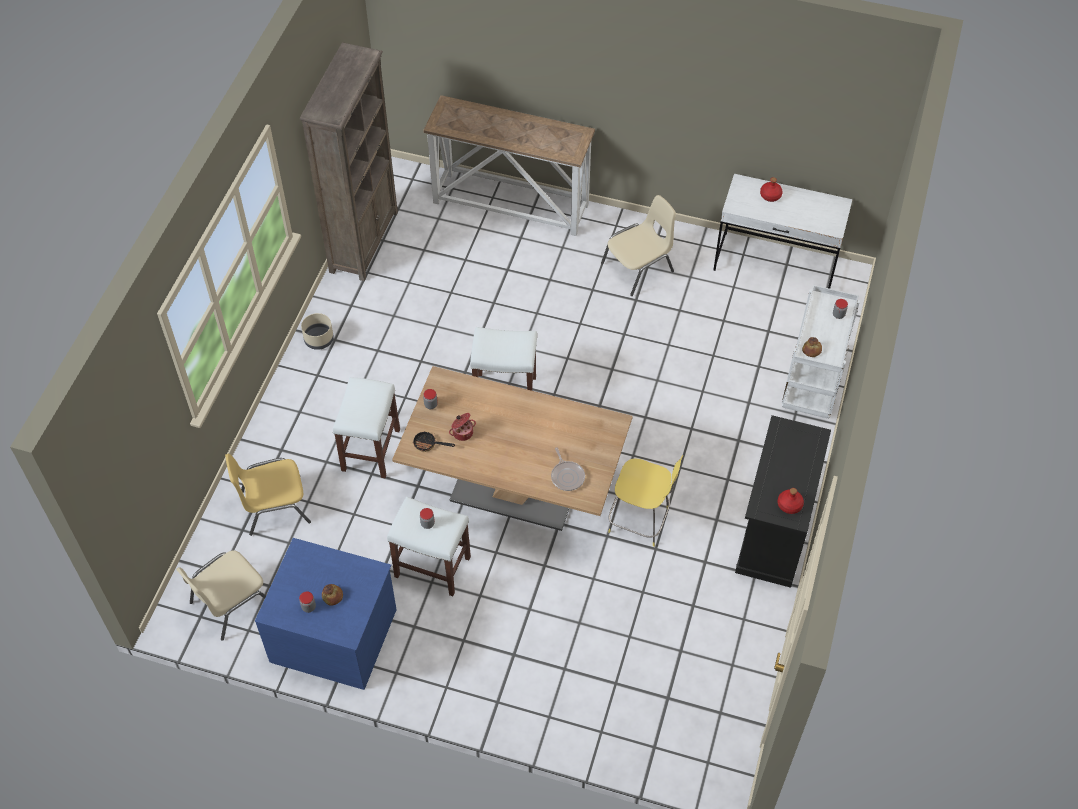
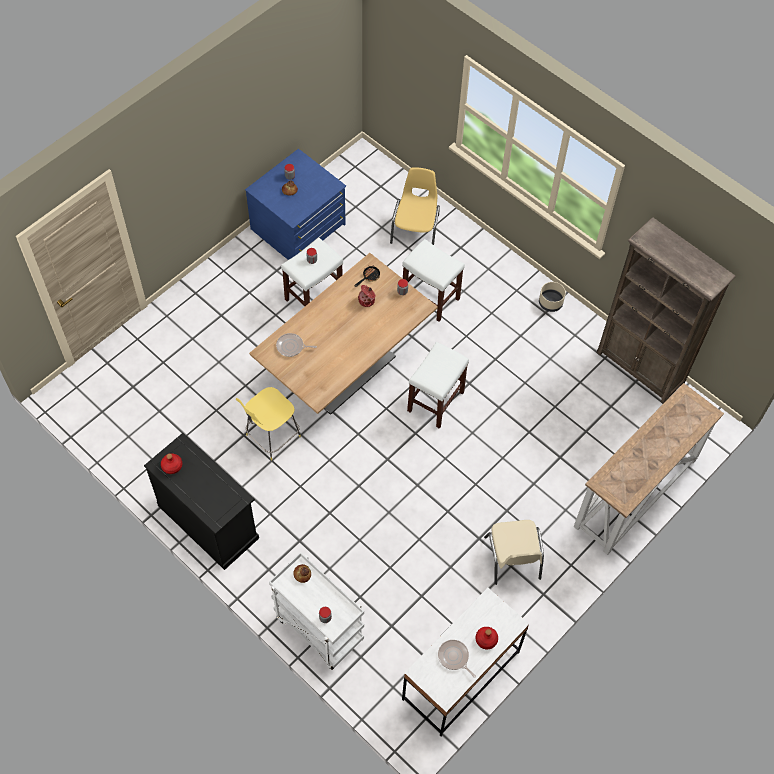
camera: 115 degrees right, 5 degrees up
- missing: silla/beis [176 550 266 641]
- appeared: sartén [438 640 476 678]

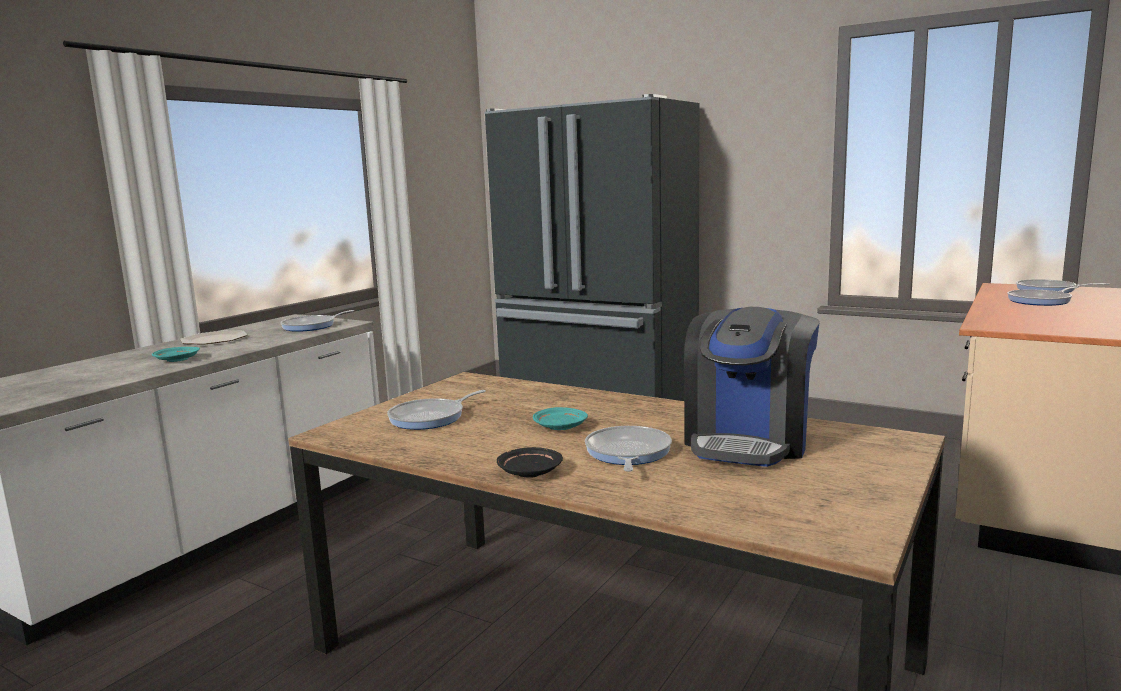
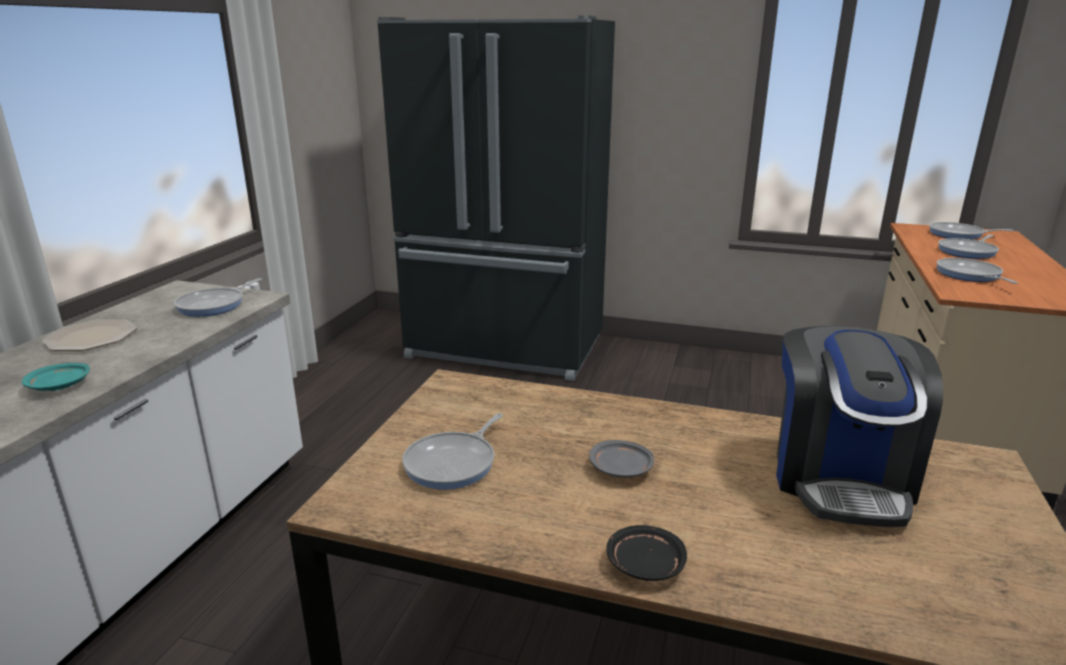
camera: 15 degrees left, 10 degrees up
- relocated: sartén [585 426 672 472] to [937 258 1018 284]
- colour: plato/turquesa [533 407 588 430] to plato/gris [589 440 654 477]

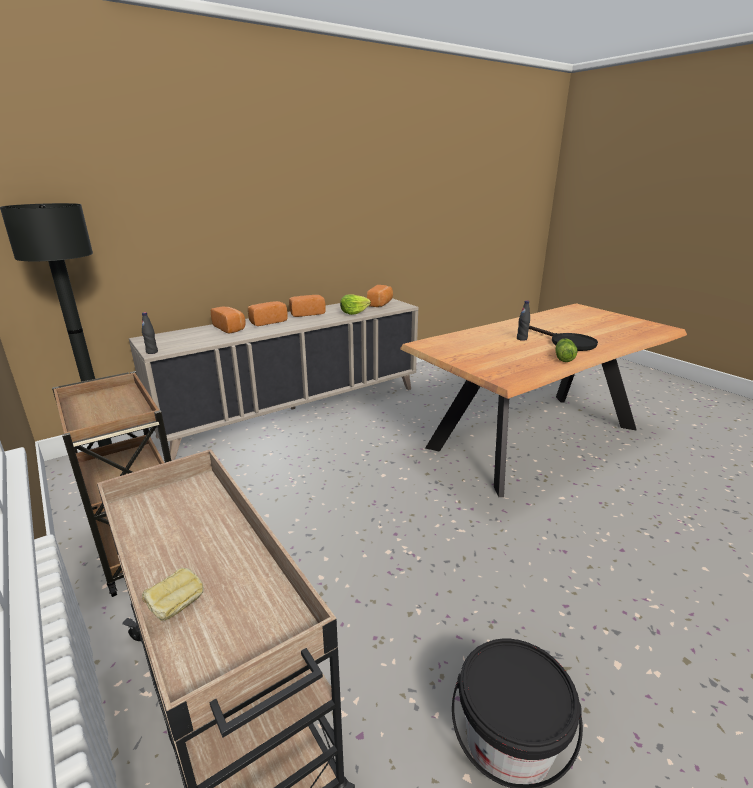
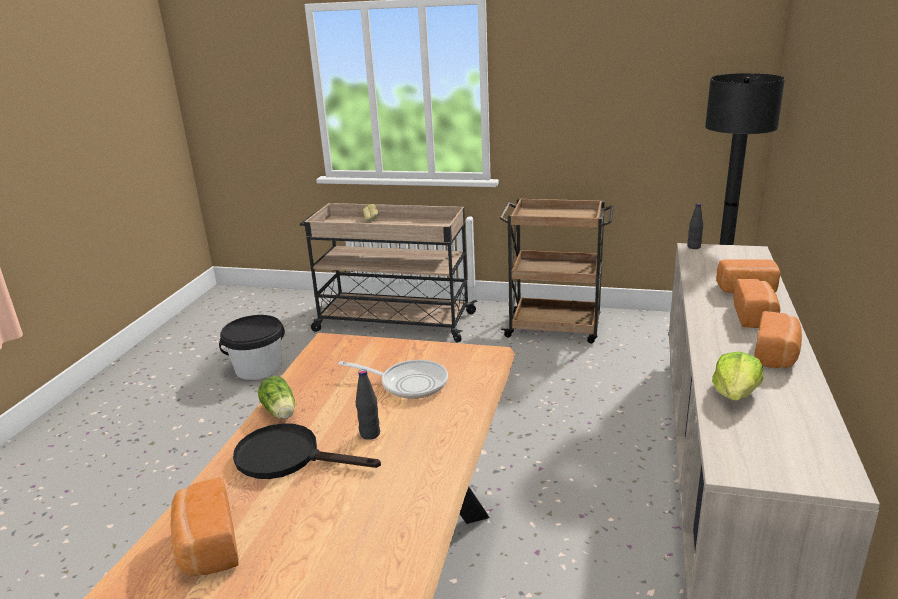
camera: 140 degrees right, 0 degrees up
- appeared: sartén [338 360 448 399]
- relocated: pan [367 285 393 307] to [171 477 239 576]

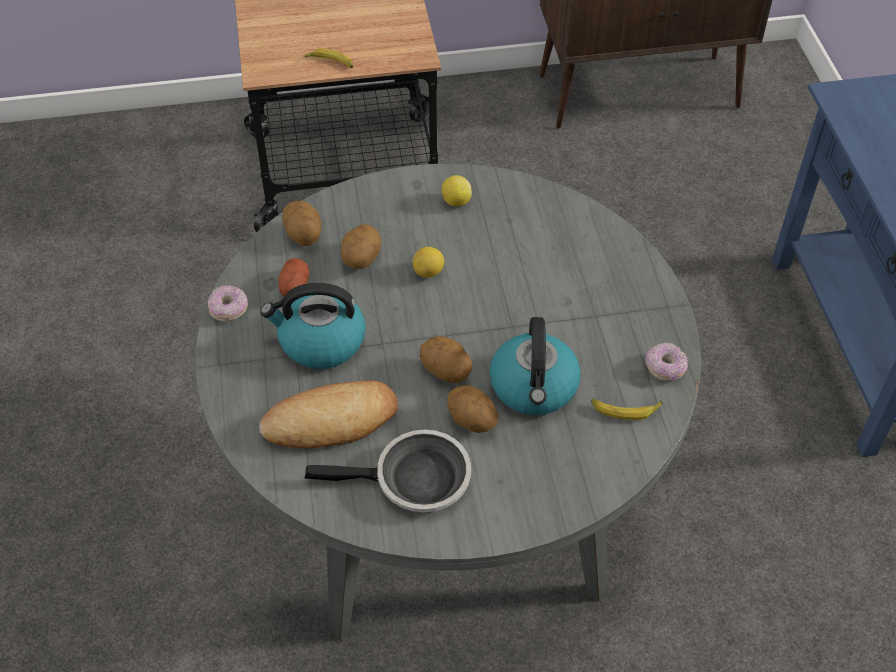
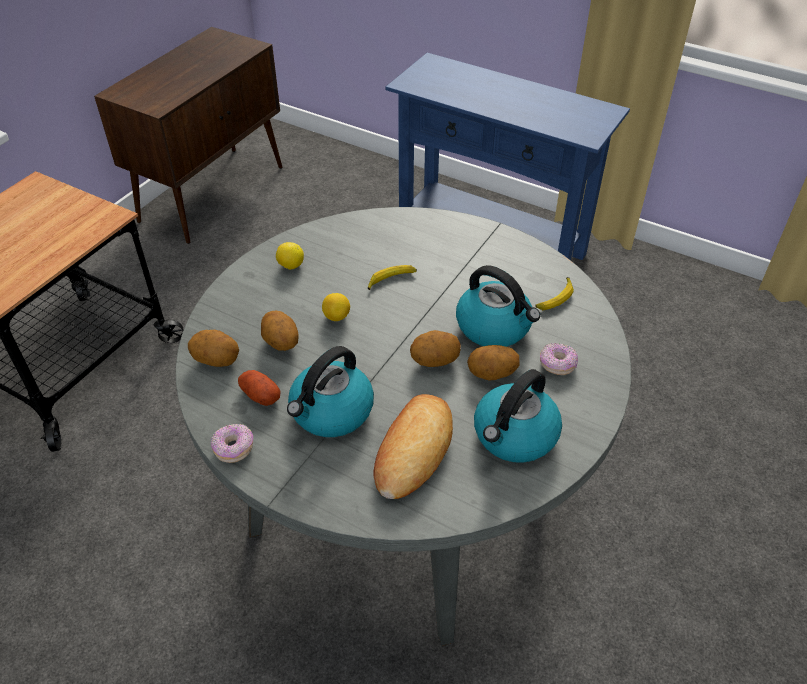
camera: 50 degrees left, 5 degrees down
- relocated: plátano [305 48 353 68] to [367 265 417 290]
- relocated: rosquilla [646 342 688 381] to [540 343 578 375]
- exchanged: sartén [305 429 471 512] to hervidor [474 369 562 463]

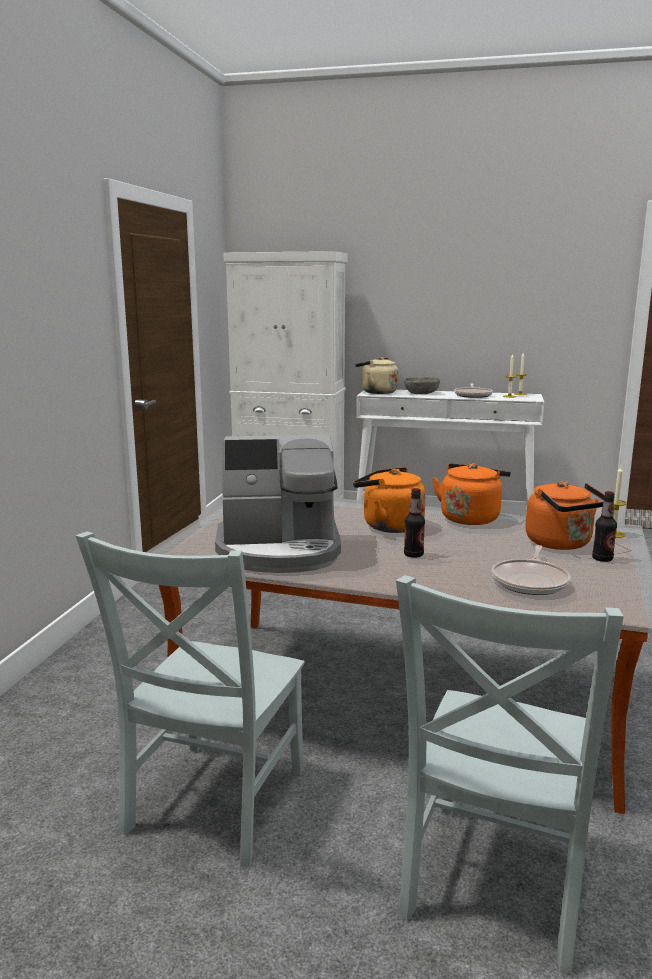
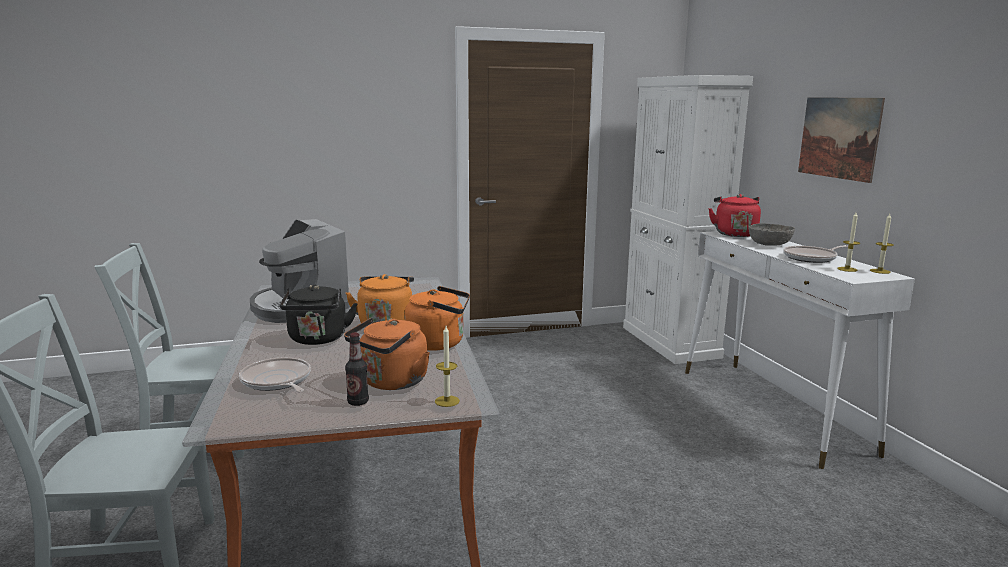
camera: 60 degrees right, 0 degrees up
- appeared: cuadro [798 97 885 183]
- exchanged: botella [404 488 425 558] to hervidor/negro [280 285 358 345]
- colour: hervidor/beis [355 357 399 394] to hervidor/rojo [708 194 761 237]
- spun: sartén [492 545 571 595] = [239 357 311 393] 60 degrees clockwise

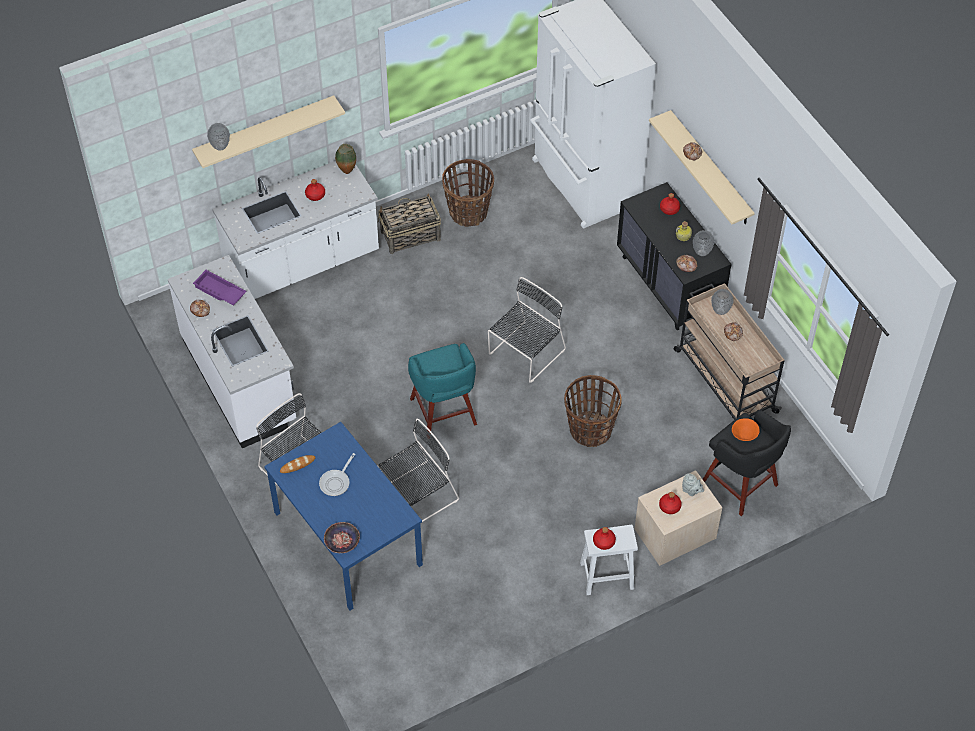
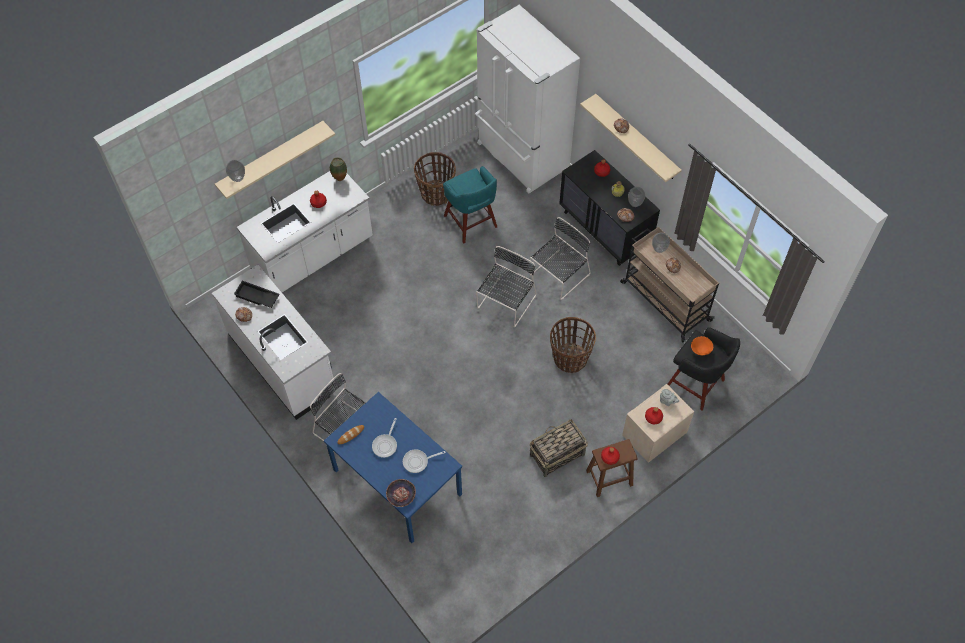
camera: 10 degrees left, 5 degrees up
- appeared: sartén [403 449 446 473]
- relocated: cesta [378 193 441 254] to [530 419 588 477]
- relocated: silla/negro [378 419 459 522] to [530 217 591 300]
- relocated: taburete/turquesa [408 343 477 440] to [443 166 497 244]
- colour: bandeja/morado [193 270 247 306] to bandeja/negro [234 281 280 308]
- colour: taburete/blanco [580 525 638 595] to taburete/marrón [586 439 638 497]

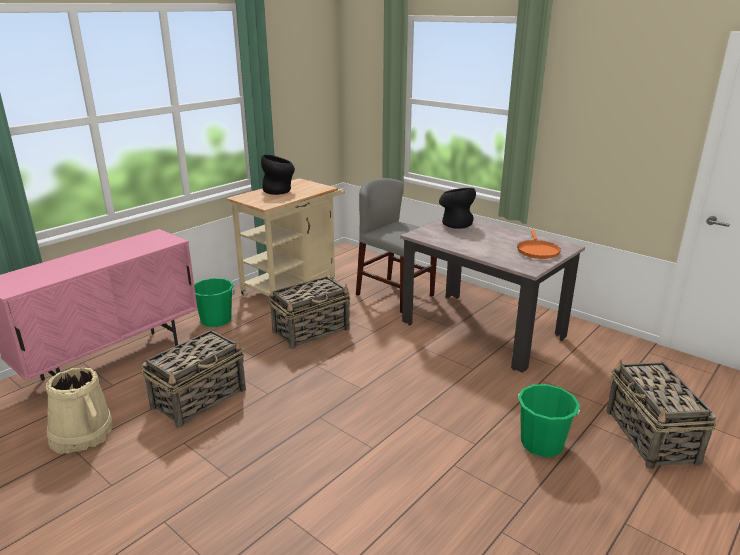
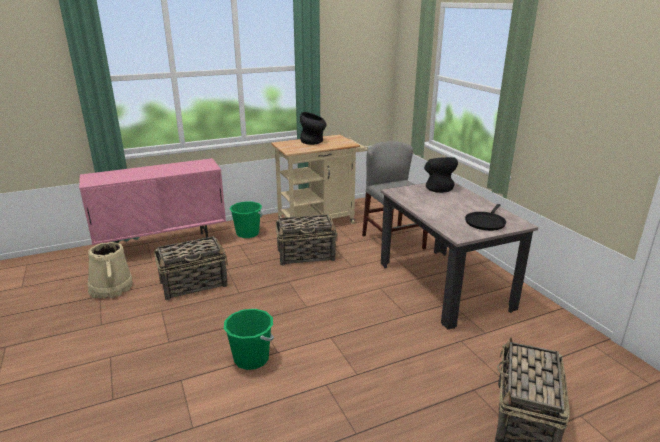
camera: 25 degrees right, 0 degrees up
- relocated: cubo/verde [518 384 580 457] to [224 309 274 370]
- colour: sartén/naranja [517 230 561 259] to sartén/negro [465 204 506 231]

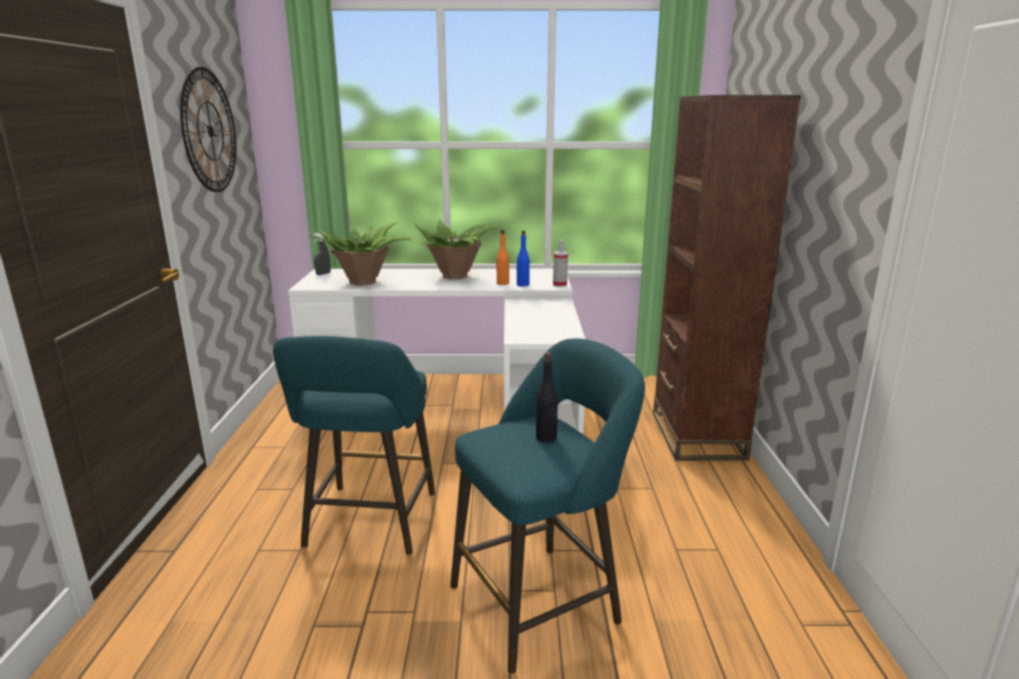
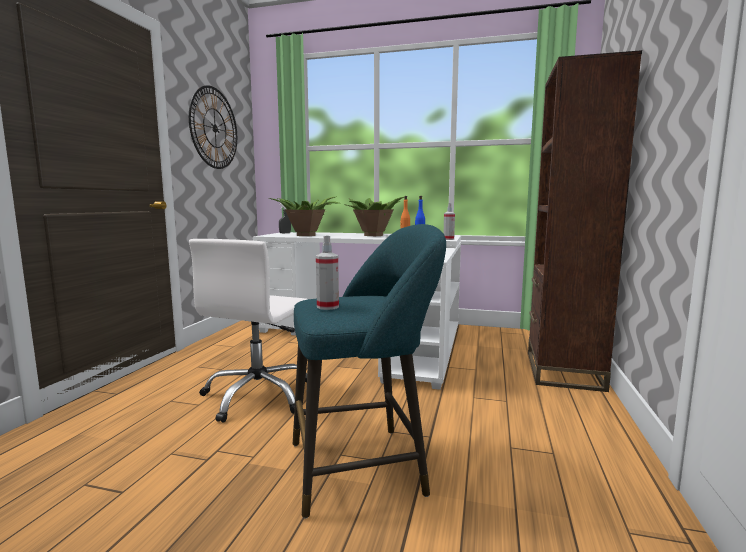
camera: 15 degrees right, 10 degrees down
- missing: botella/negro [536 352 558 442]
- appeared: pulverizador [316 235 339 310]
- exchanged: taburete/turquesa [273 336 435 555] to silla de oficina/blanco [189 239 308 423]

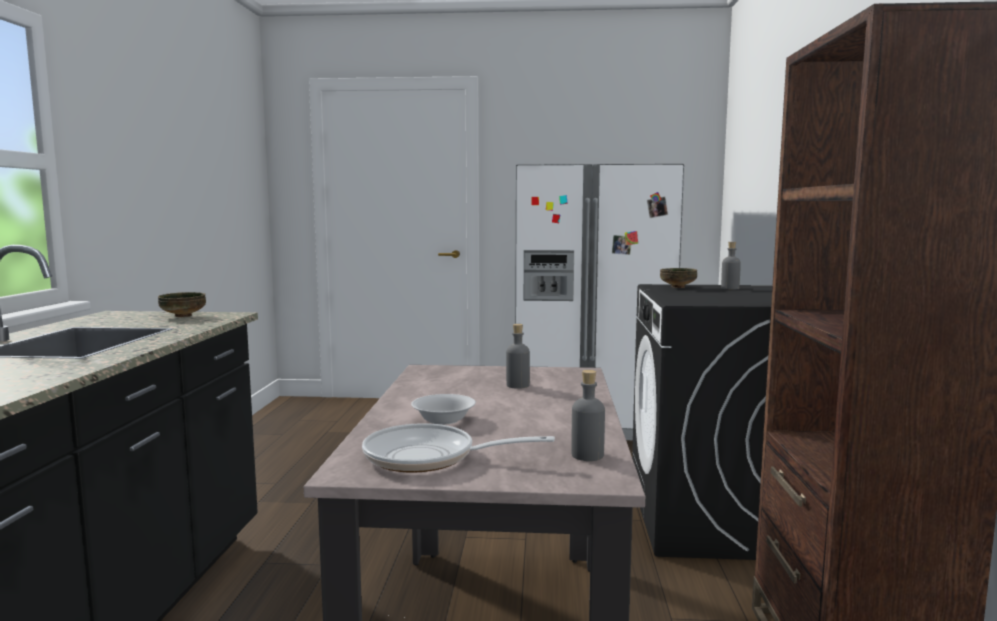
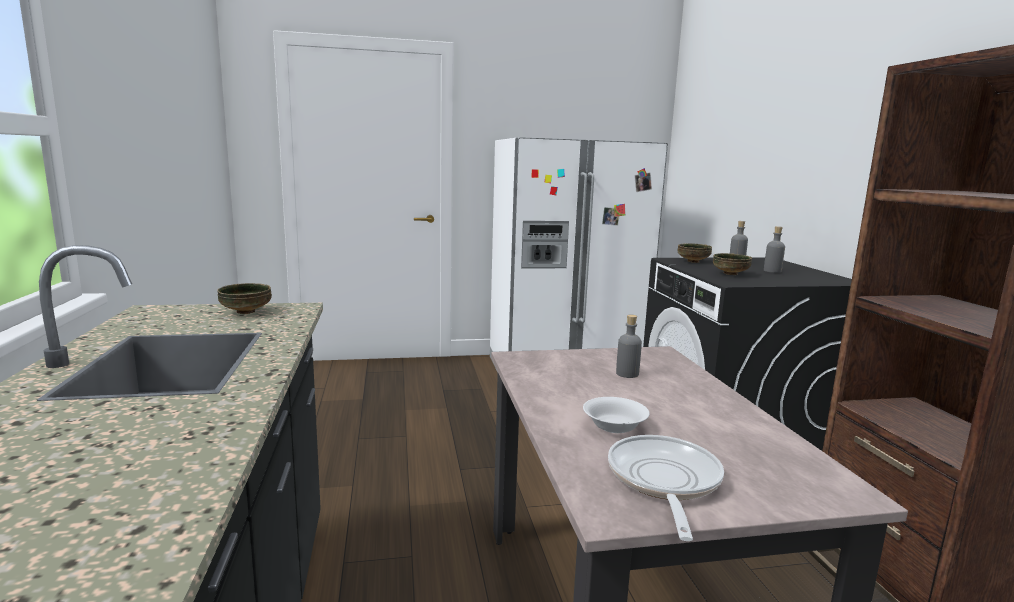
camera: 15 degrees left, 5 degrees up
- appeared: cuenco [713 253 752 275]
- relocated: botella/gris [571 370 605 461] to [764 226 785 273]
- spun: sartén [362 423 555 473] = [608 435 724 541] 105 degrees clockwise

